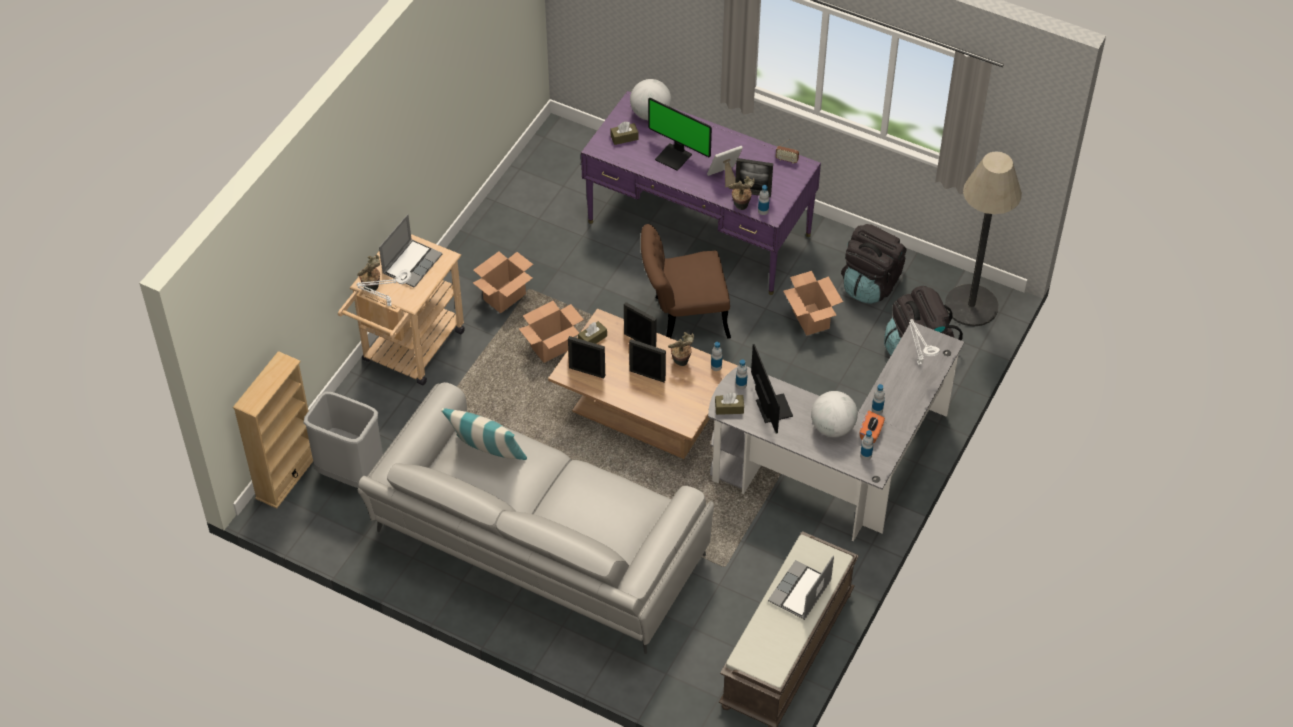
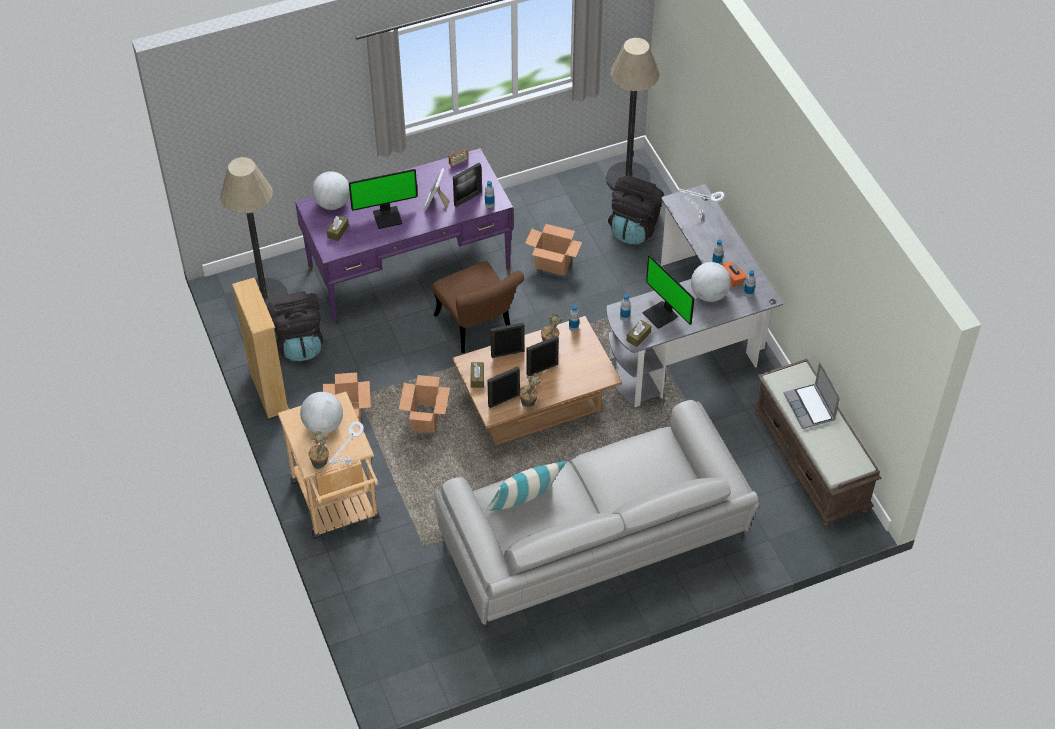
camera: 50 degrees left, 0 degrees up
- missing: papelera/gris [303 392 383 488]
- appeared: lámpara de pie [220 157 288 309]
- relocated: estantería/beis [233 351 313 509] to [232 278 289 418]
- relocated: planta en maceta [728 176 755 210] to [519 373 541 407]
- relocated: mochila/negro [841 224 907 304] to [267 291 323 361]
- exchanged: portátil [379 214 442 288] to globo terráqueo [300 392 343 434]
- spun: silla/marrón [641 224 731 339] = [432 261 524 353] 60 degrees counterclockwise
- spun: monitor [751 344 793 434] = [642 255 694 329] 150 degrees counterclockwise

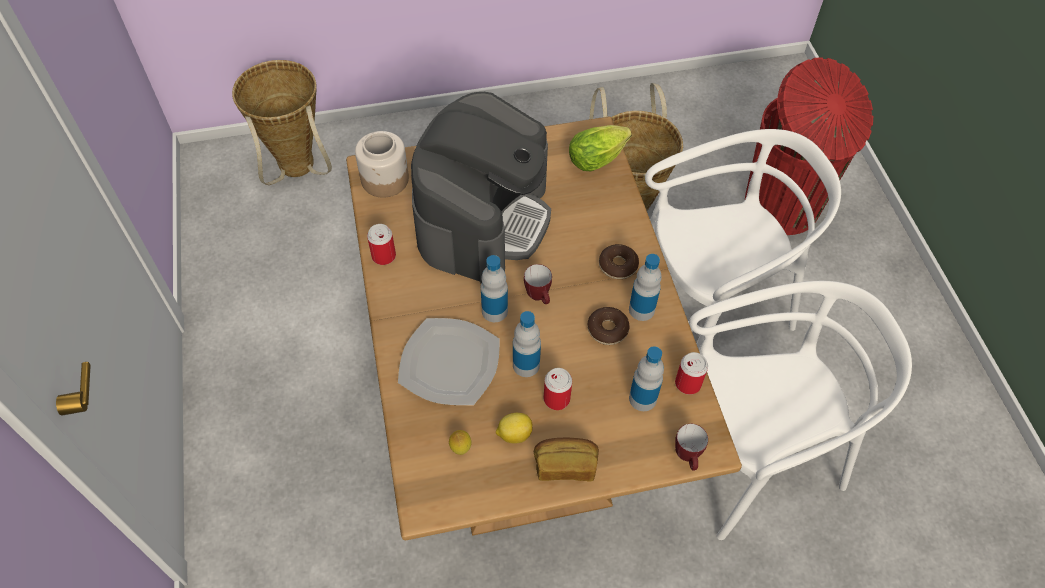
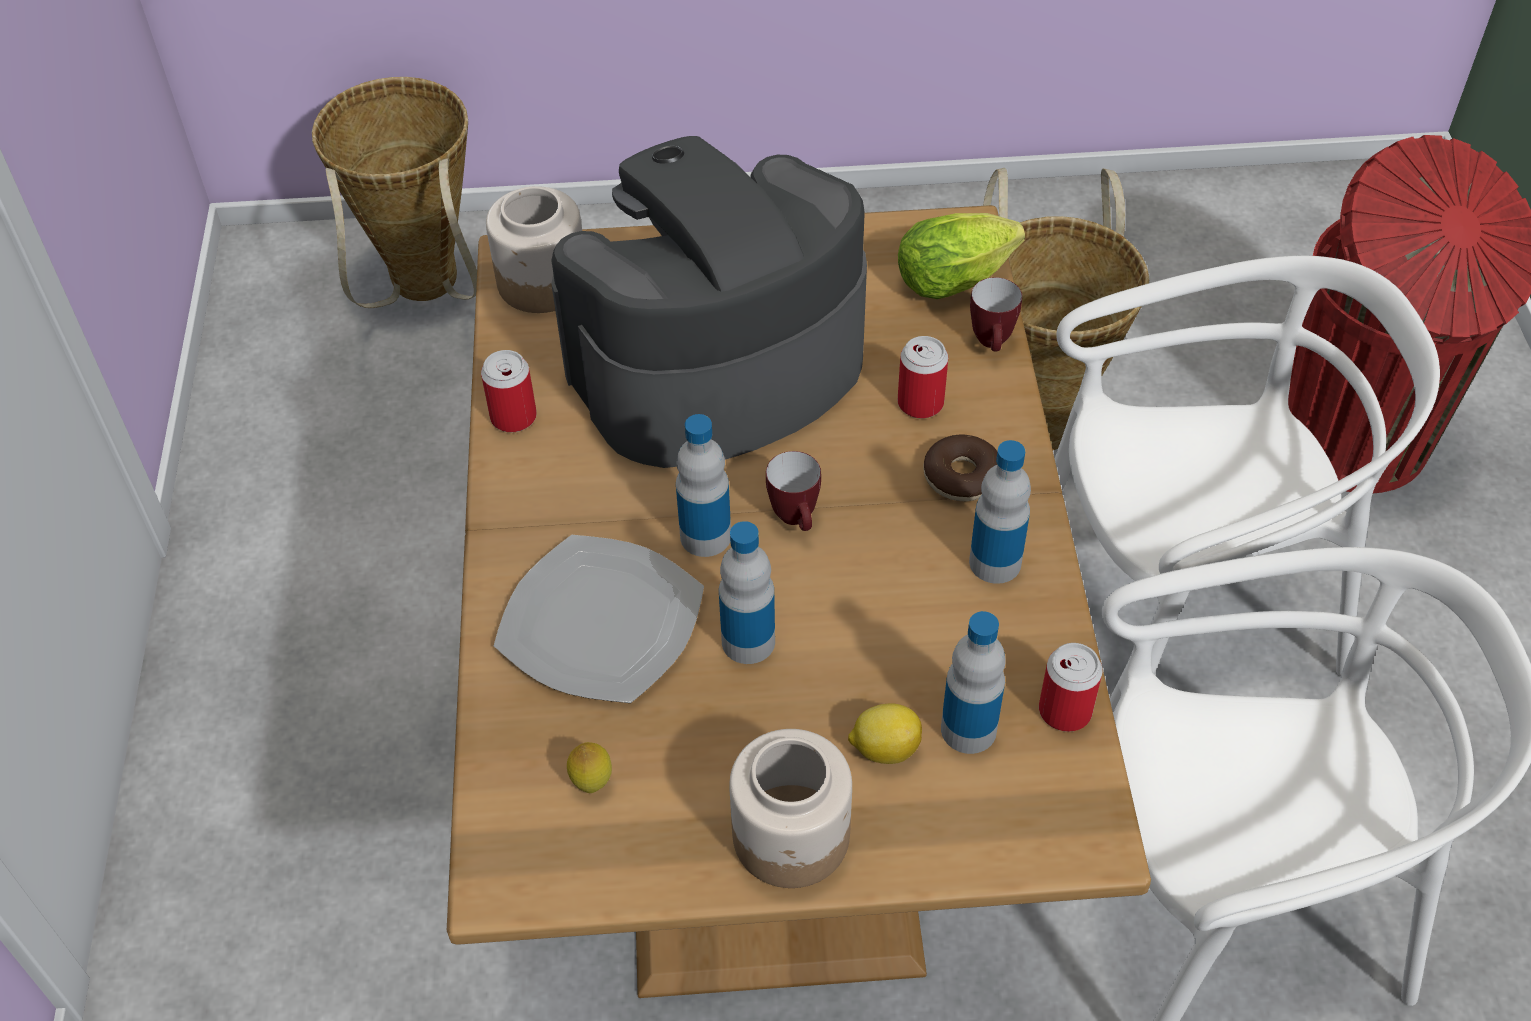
camera: 10 degrees right, 5 degrees down
- missing: rosquilla [587 307 629 345]
- relocated: limón [496 413 533 444] to [848 703 922 764]
- relocated: lata [544 368 572 410] to [898 336 948 418]
- relocated: taza grande [675 424 708 471] to [970 277 1022 351]
- exchanged: pan [534 437 599 481] to tarro [729 729 852 888]
- spun: cafetera [411 92 551 283] = [551 136 867 468] 150 degrees counterclockwise

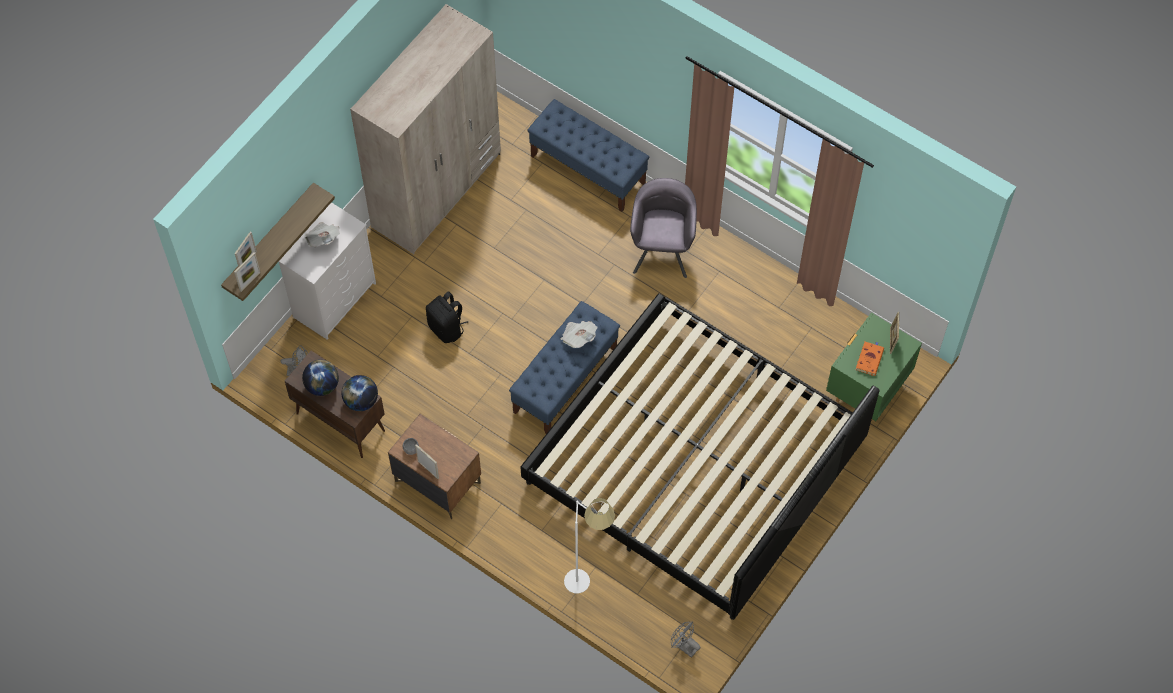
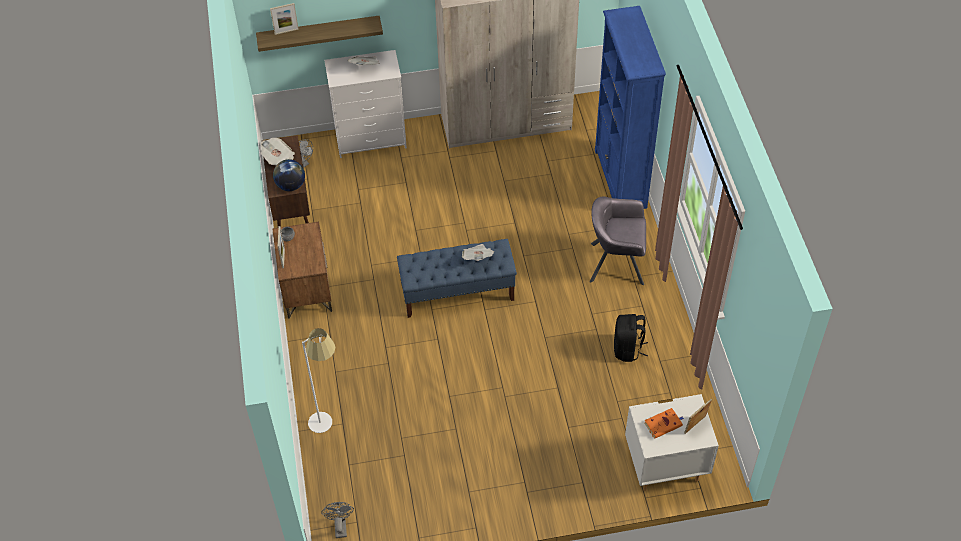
camera: 45 degrees right, 10 degrees down
- missing: portarretratos [234 252 261 292]
- missing: cama [520 293 880 620]
- relocated: mochila/negro [426 291 468 343] to [614 314 648 362]
- exchanged: globo terráqueo [302 360 339 396] to periódico [261 138 295 165]
- exchanged: banco/azul [527 99 649 212] to estantería/azul [595 6 666 209]
- colour: mesita de noche/verde [826 312 922 422] to mesita de noche/blanco [625 394 719 491]
- spun: sillón/gris [630 178 697 278] = [590 197 646 285] 135 degrees counterclockwise

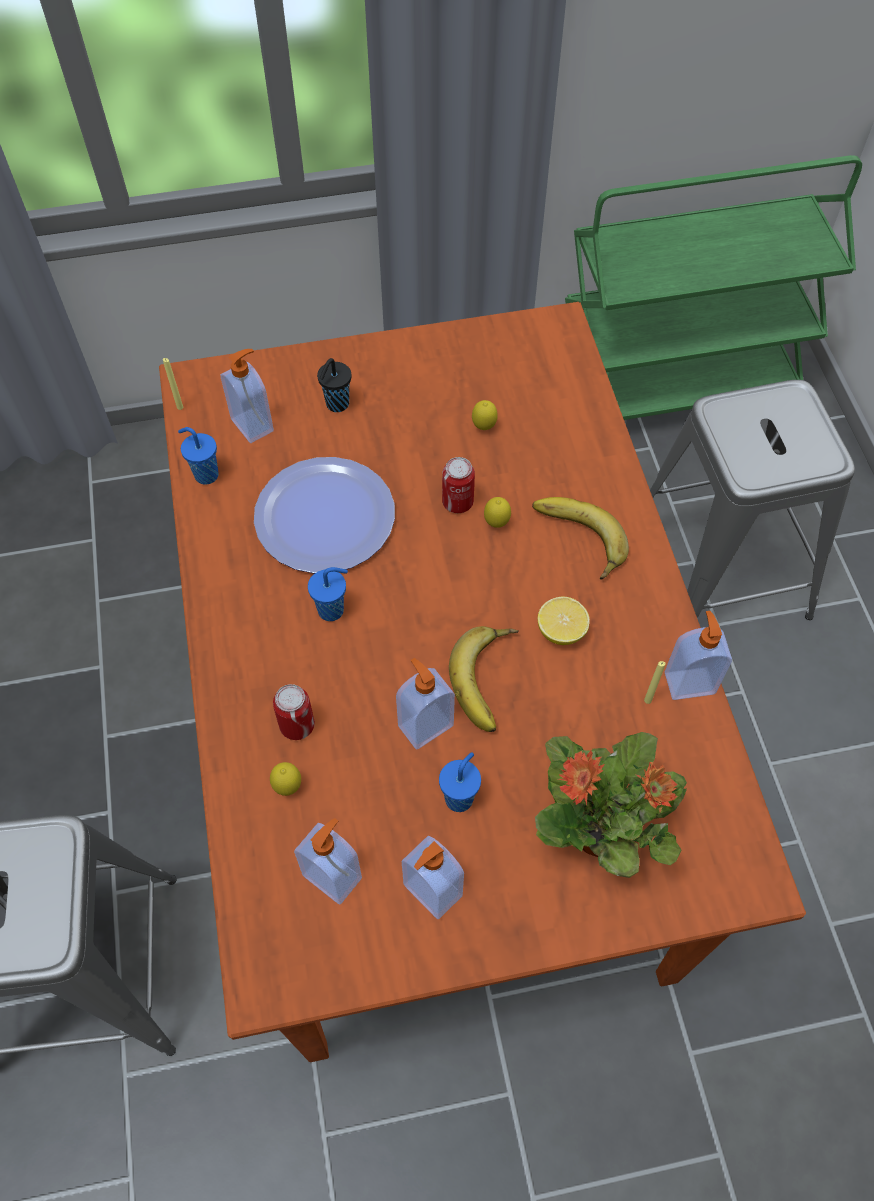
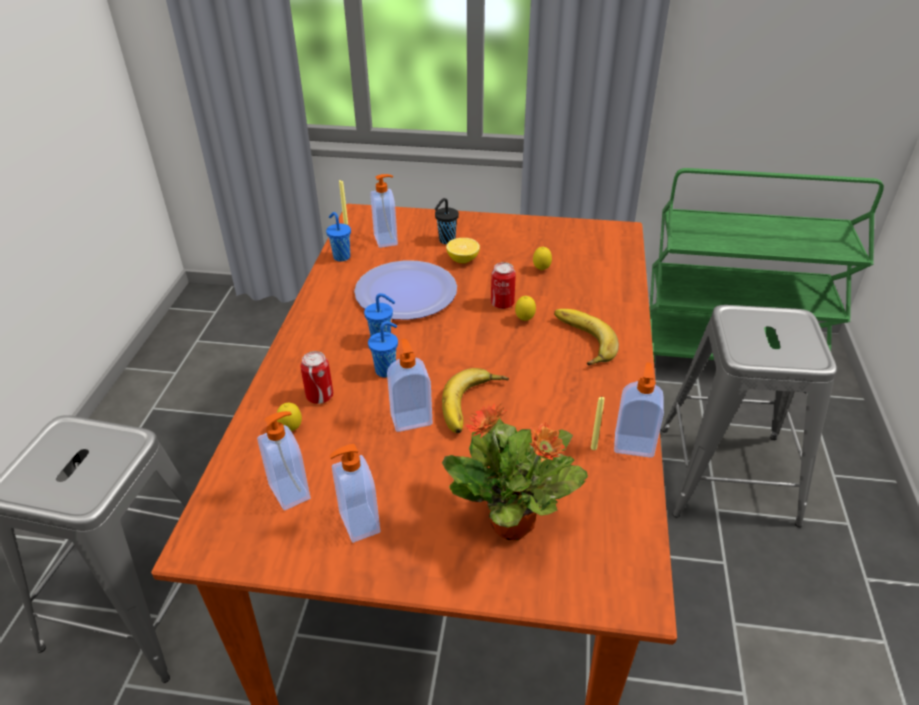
camera: 20 degrees right, 20 degrees down
- relocated: taza/azul [439 752 481 812] to [368 321 398 377]
- relocated: limón [538 596 590 645] to [446 238 480 263]

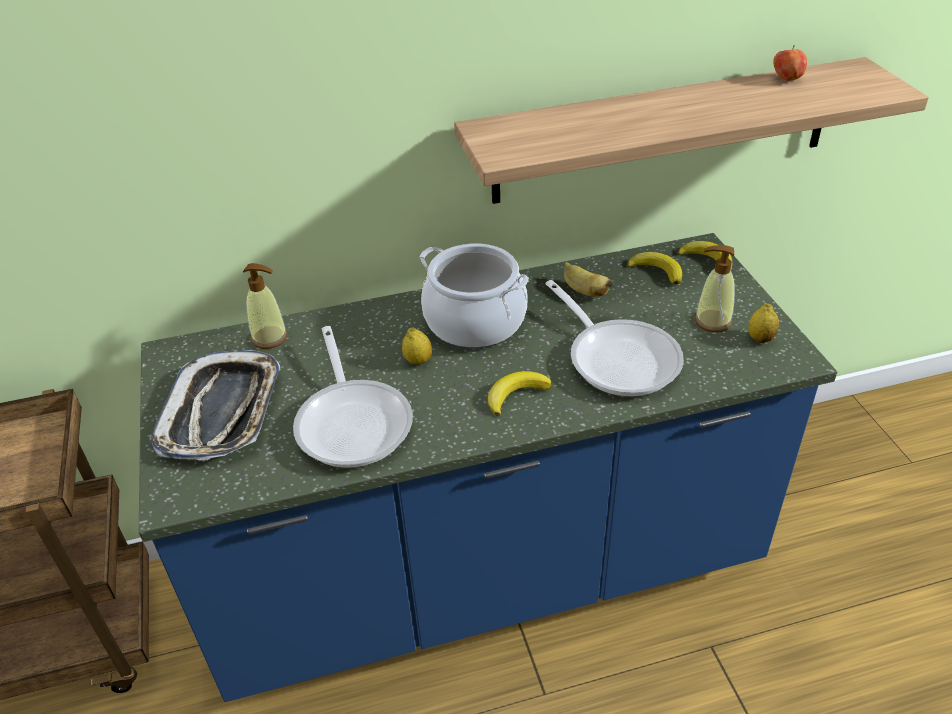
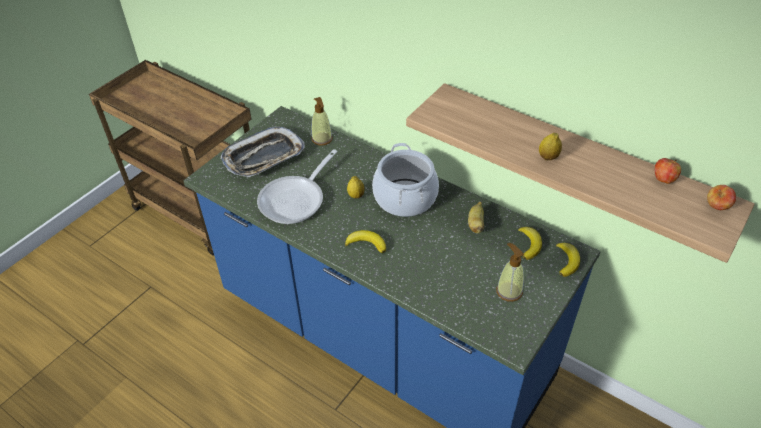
camera: 50 degrees right, 5 degrees up
- missing: sartén [545 280 684 397]
- appeared: manzana [707 185 736 210]
- relocated: limón [749 304 779 343] to [539 133 562 160]

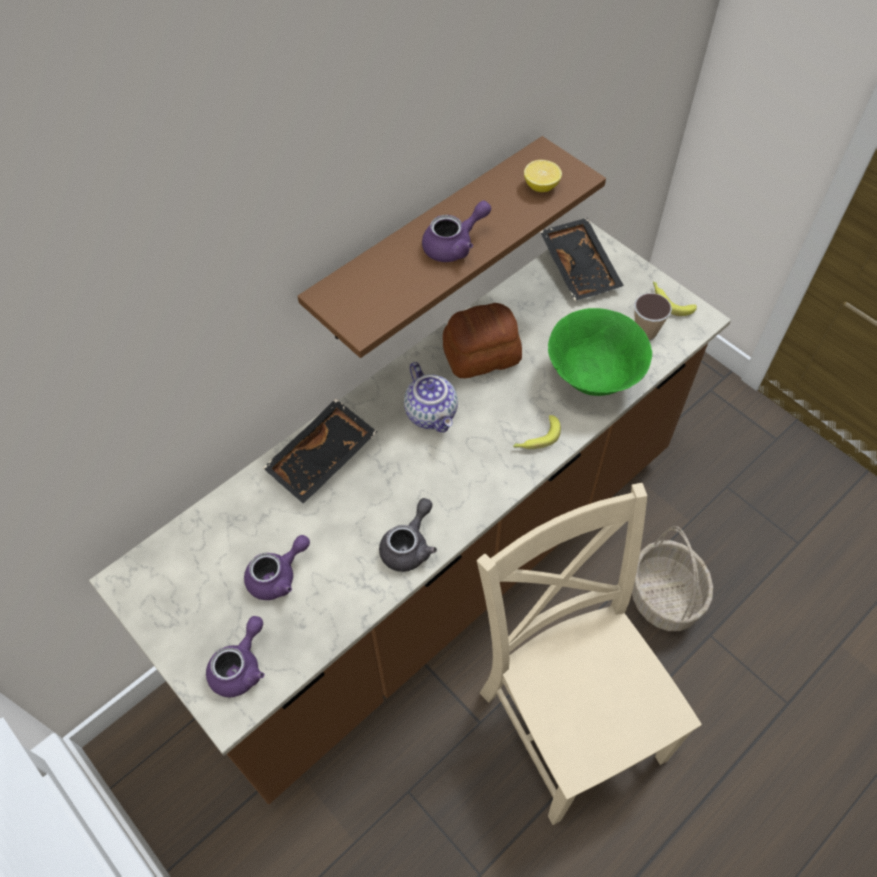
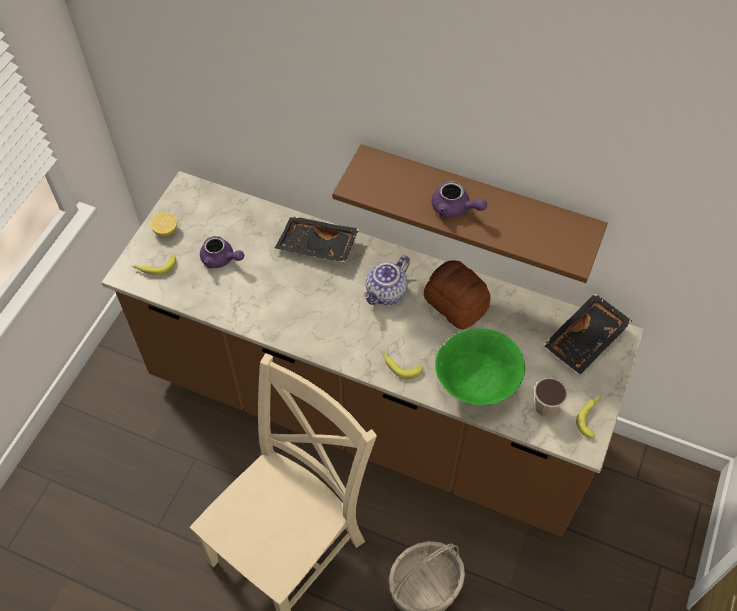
camera: 65 degrees right, 0 degrees up
- missing: tetera/gris [379 498 437 572]
- relocated: limón [524 160 562 192] to [150 213 177 236]
- exchanged: tetera/morado [206 616 265 697] to plátano [132 255 176 275]

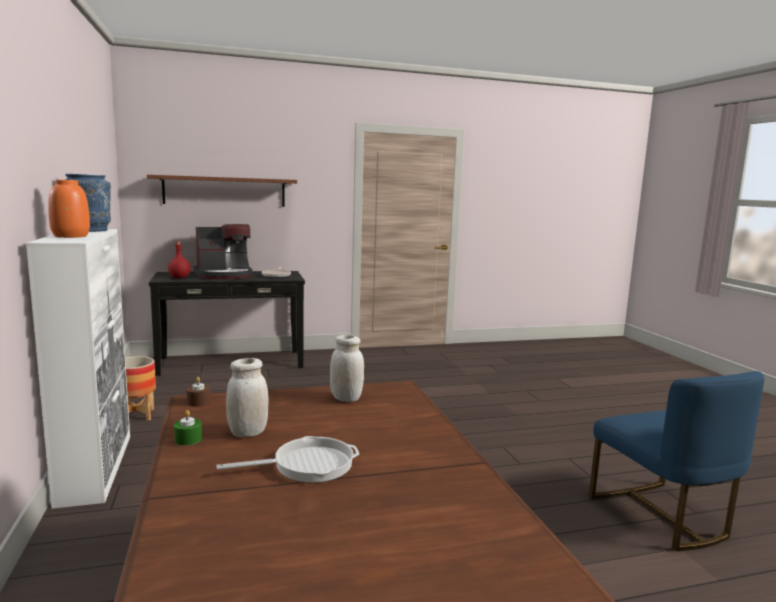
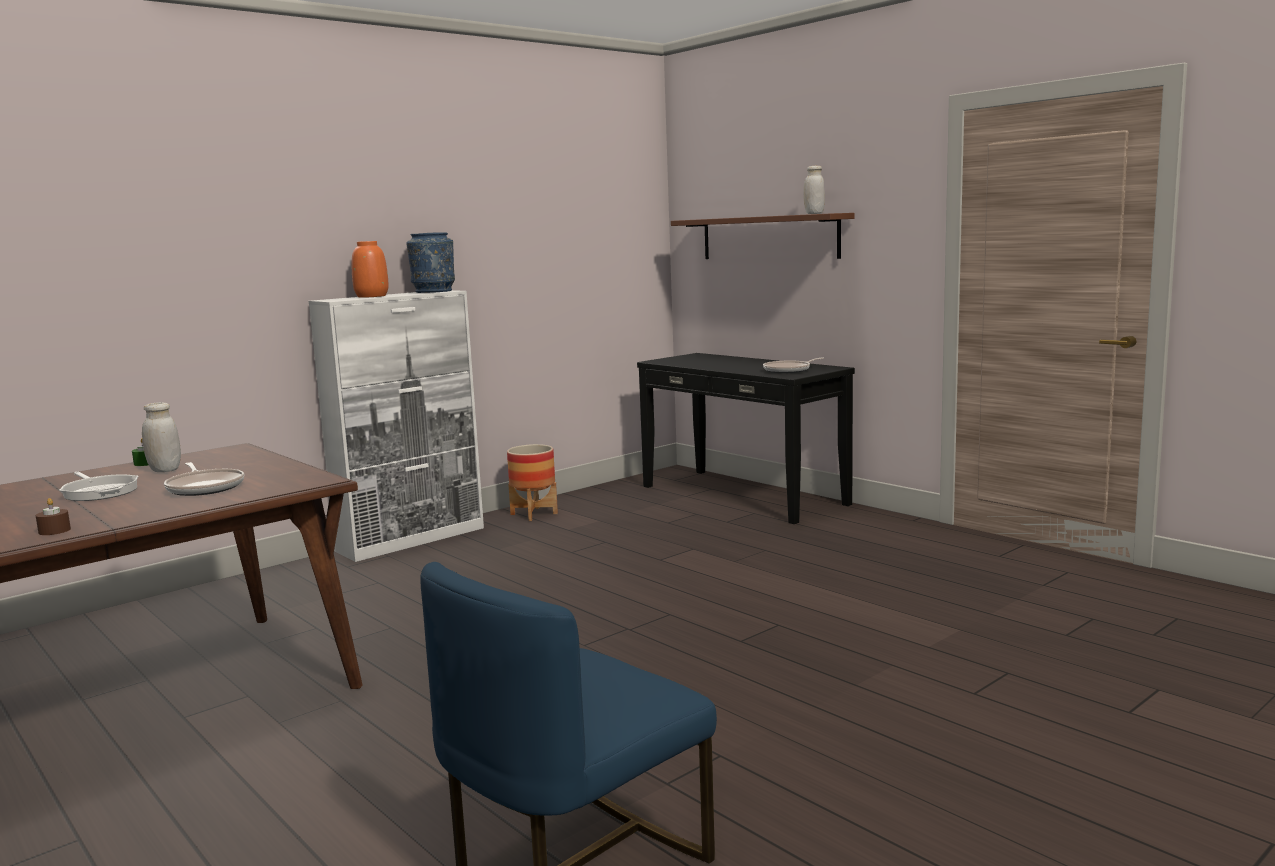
camera: 65 degrees right, 0 degrees up
- missing: botella/rojo [168 241 191 278]
- missing: cafetera [193 224 252 279]
- appeared: sartén [164 462 244 496]
- relocated: vela/marrón [187 377 210 407] to [36 498 71 535]
- relocated: tarro/blanco [330 335 364 402] to [803 166 825 214]

